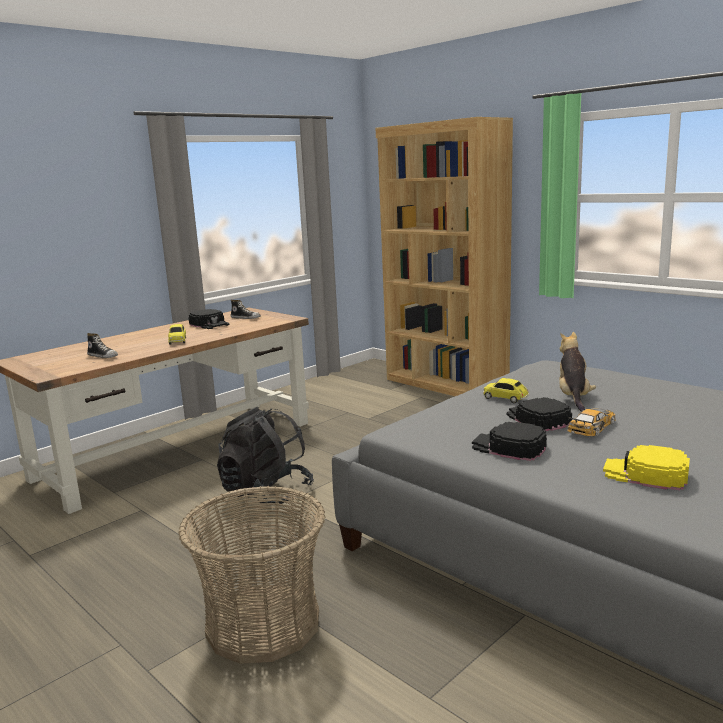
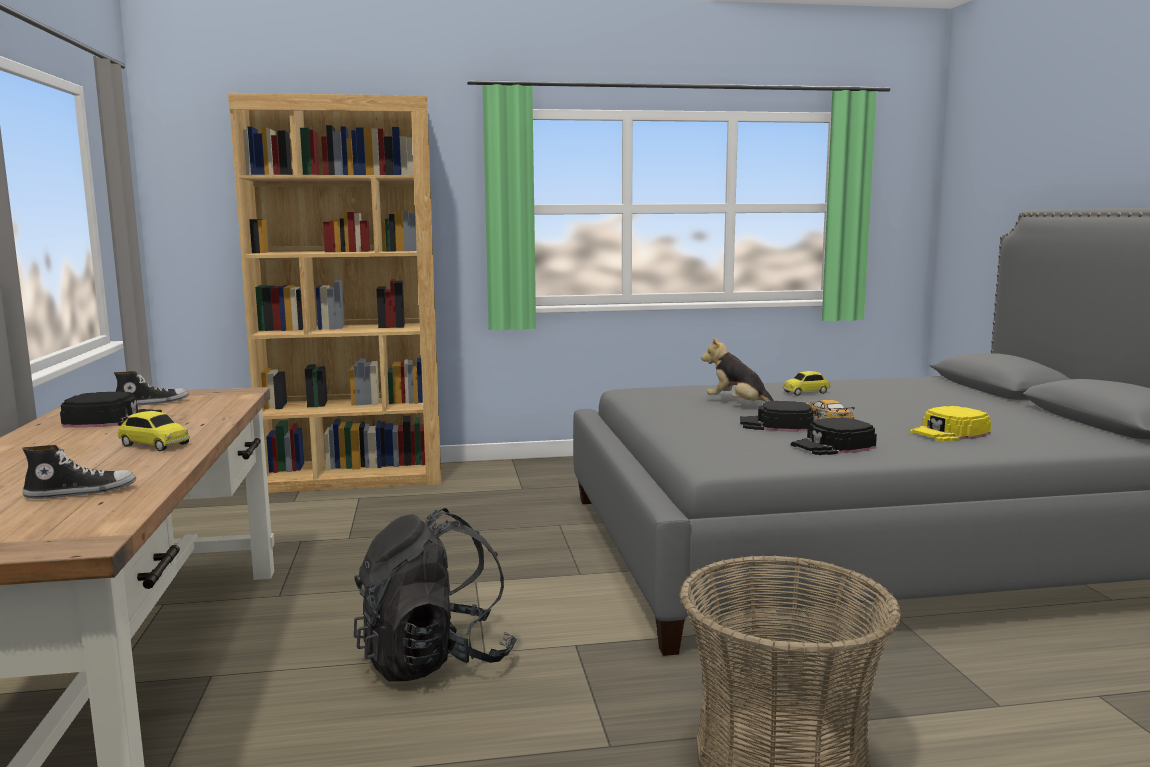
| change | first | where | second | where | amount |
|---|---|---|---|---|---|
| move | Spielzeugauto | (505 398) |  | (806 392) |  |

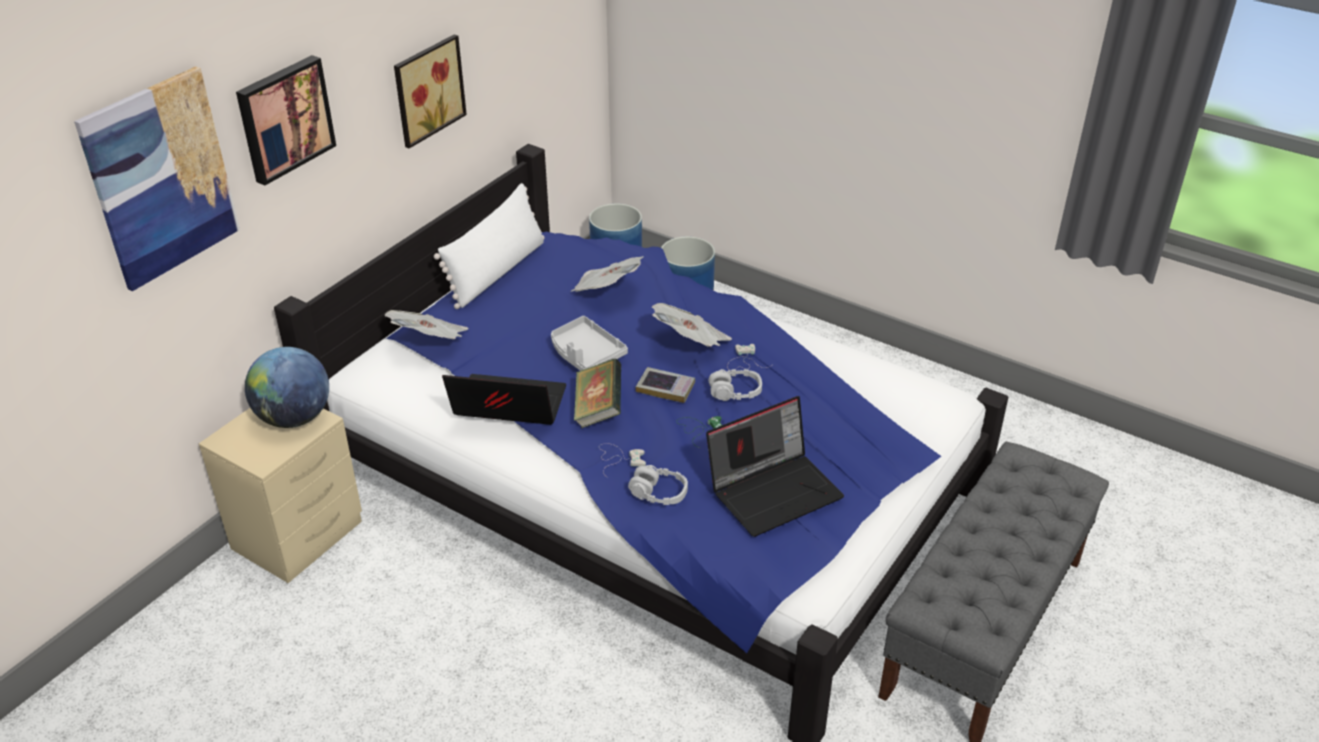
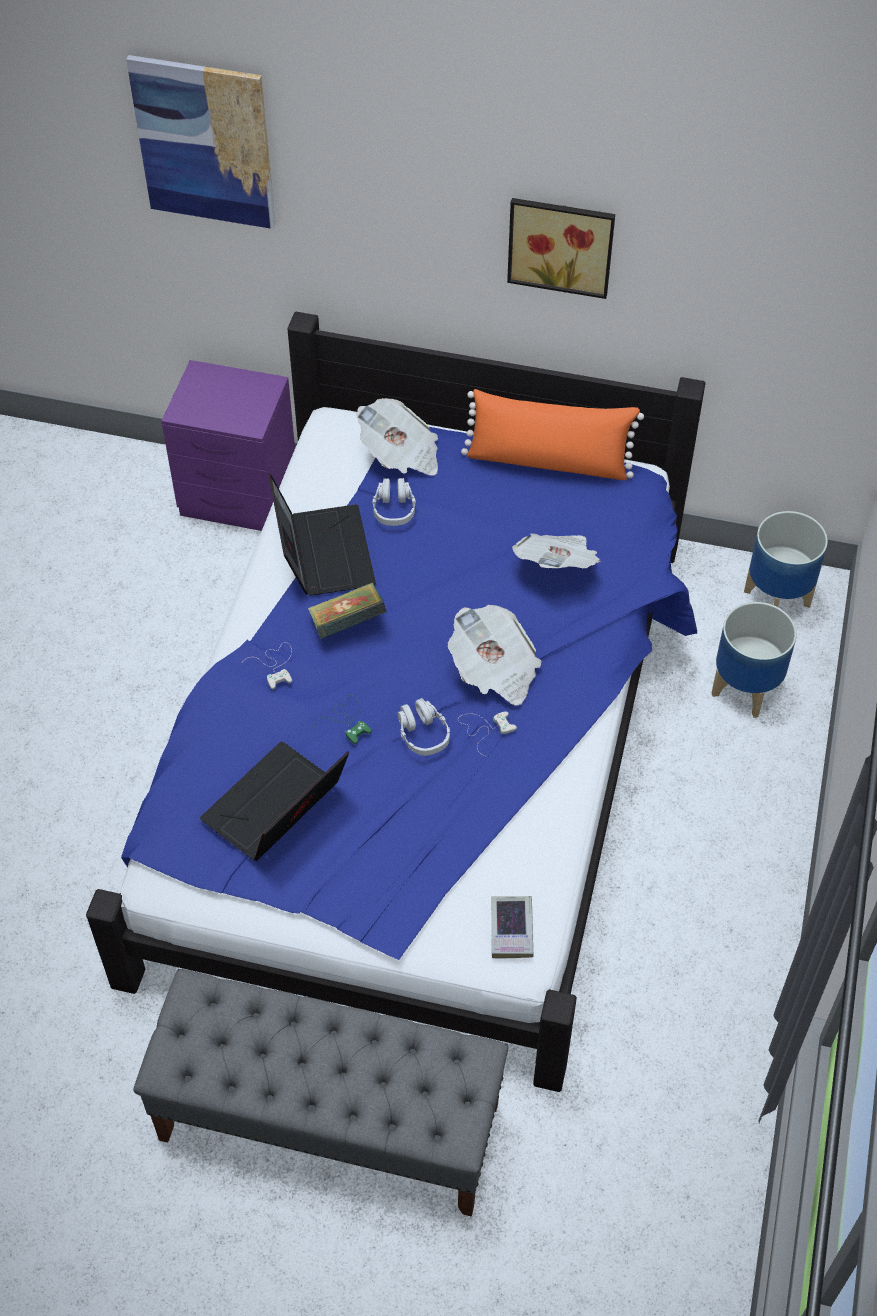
| change | first | where | second | where | amount |
|---|---|---|---|---|---|
| delete | Bild | (284 118) |  |  |  |
| recolor | Kissen (weiß) | (497 272) | Kissen (orange) | (548 461) |  |
| delete | Tablett (grau) | (585 354) |  |  |  |
| delete | Globus | (294 418) |  |  |  |
| move | Buch | (665 388) |  | (511 929) |  |
| rotate | Laptop | (774 490) |  | (276 810) | 90 degrees clockwise |
| recolor | Nachttisch (beige) | (301 535) | Nachttisch (lila) | (240 498) |  |
| move | Kopfhörer (grau) | (658 493) |  | (394 509) |  |

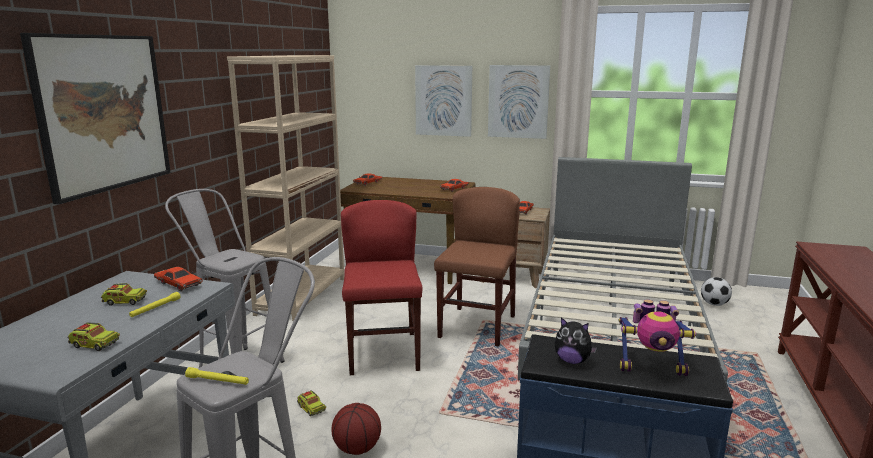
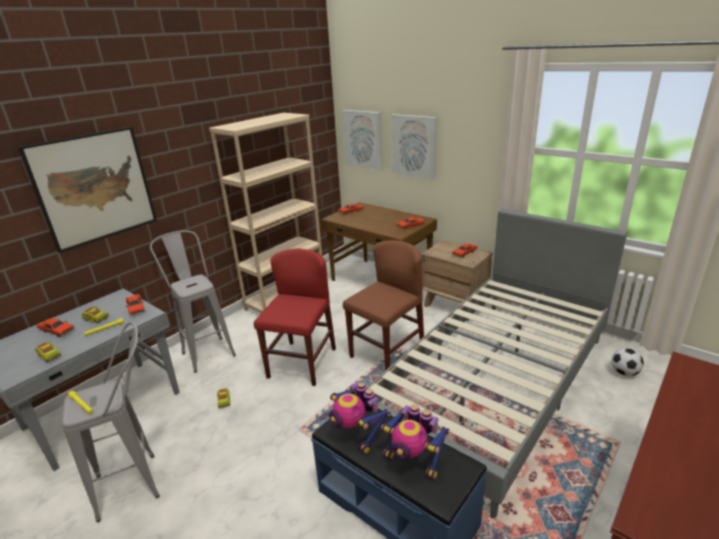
| change | first | where | second | where | amount |
|---|---|---|---|---|---|
| move | Bild | (518 101) |  | (363 139) |  |
| replace | Plüschtier | (572 361) | Spielzeugroboter | (357 434) |  |
| delete | Basketball | (357 448) |  |  |  |
| insert |  |  | Spielzeugauto (rot) | (57 331) |  |

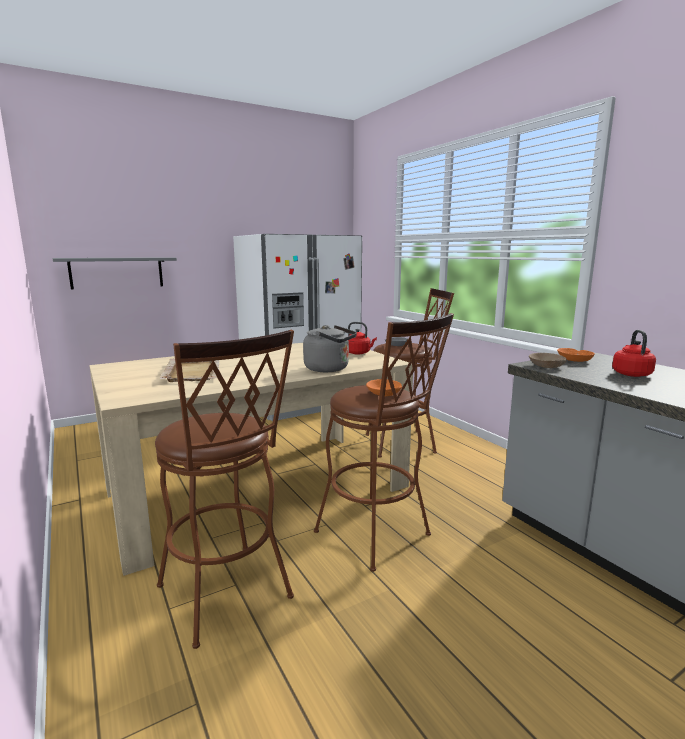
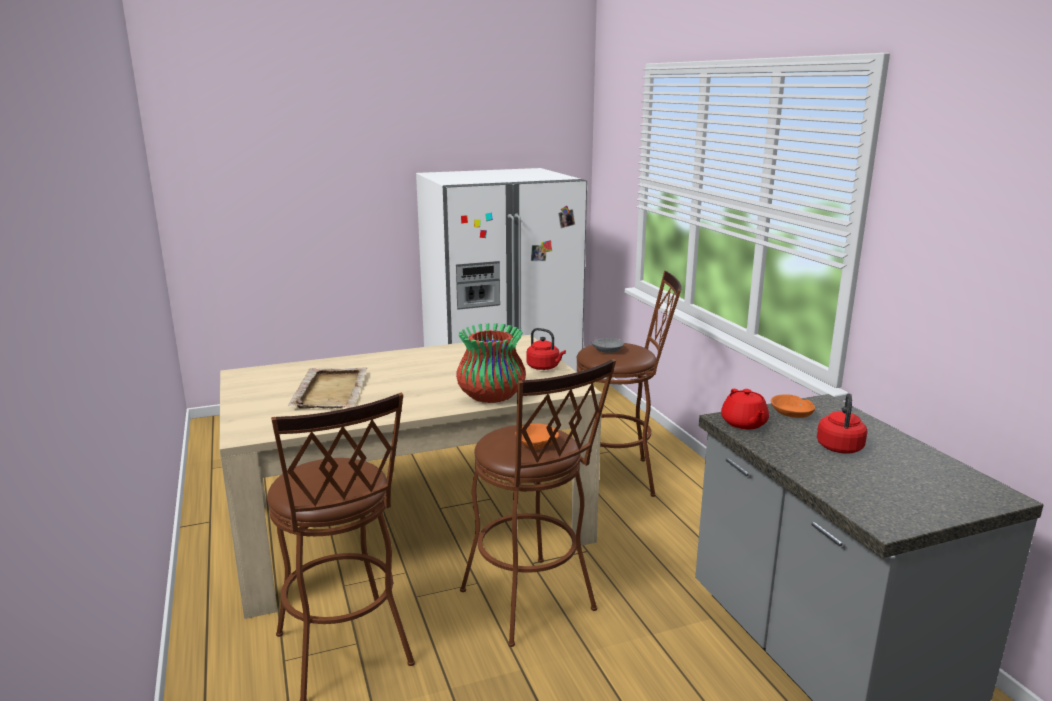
| change | first | where | second | where | amount |
|---|---|---|---|---|---|
| delete | Wandregal (grau) | (117 272) |  |  |  |
| replace | Wasserkessel (grau) | (329 369) | Vase | (491 397) |  |
| replace | Schüssel (beige) | (546 366) | Teekanne (rot) | (744 423) |  |

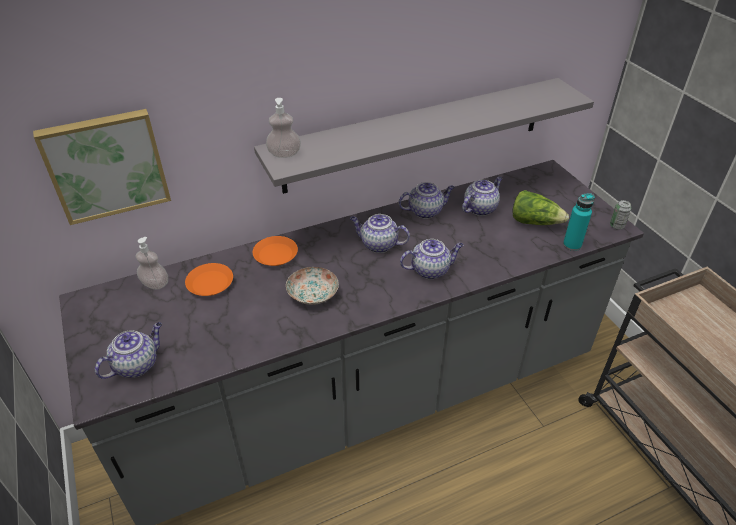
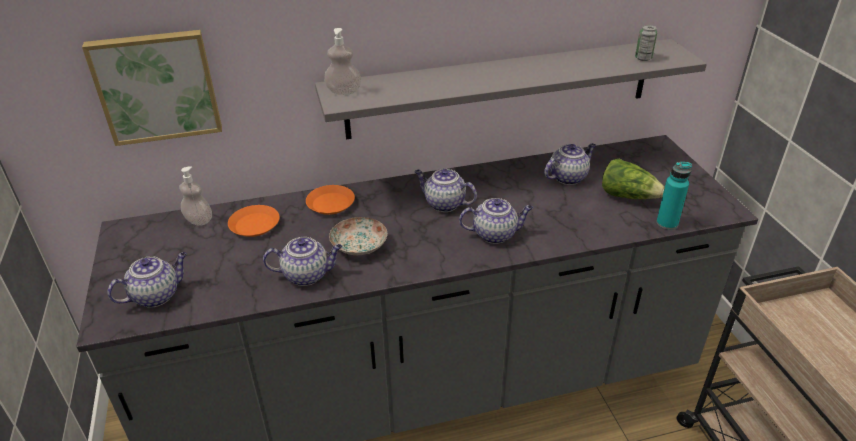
| change | first | where | second | where | amount |
|---|---|---|---|---|---|
| move | Teekanne | (425 211) |  | (307 275) |  |
| move | Dose | (616 226) |  | (643 58) |  |

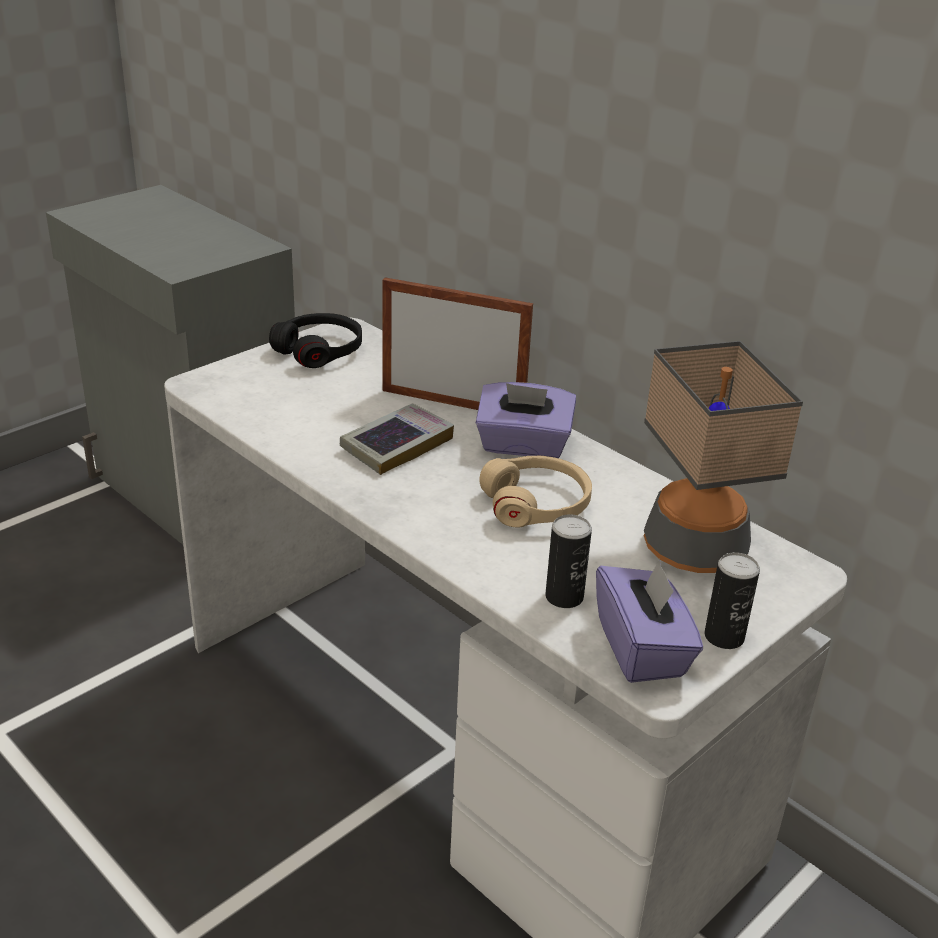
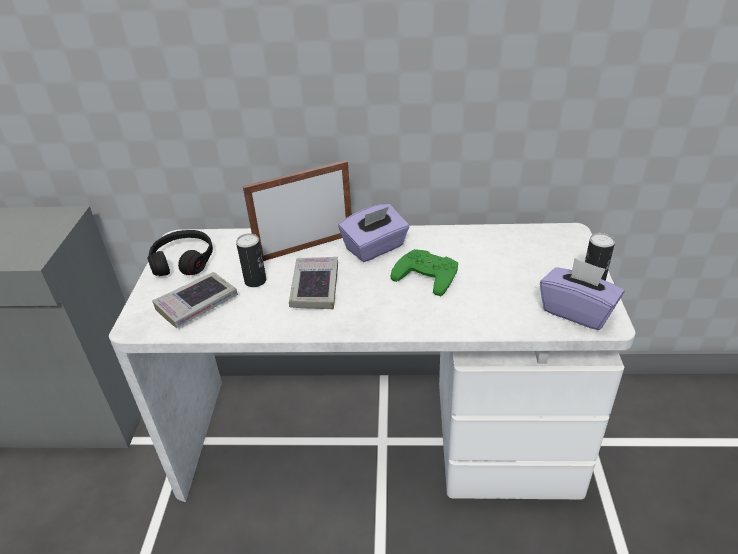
| change | first | where | second | where | amount |
|---|---|---|---|---|---|
| delete | Tischlampe | (694 550) |  |  |  |
| replace | Kopfhörer (beige) | (536 504) | Gamepad (grün) | (428 274) |  |
| move | Dose | (564 597) |  | (255 281) |  |
| insert |  |  | Buch | (197 304) |  |

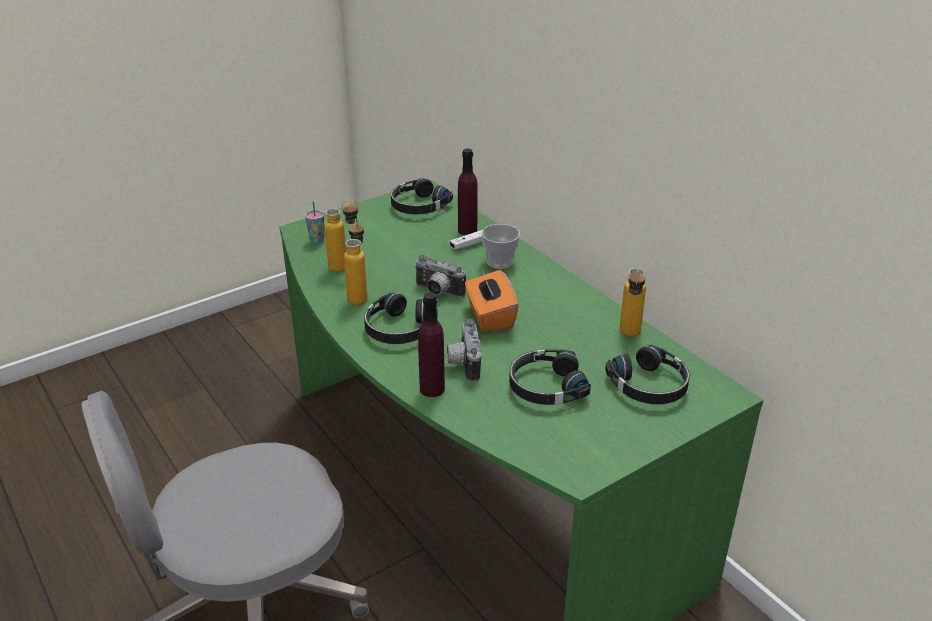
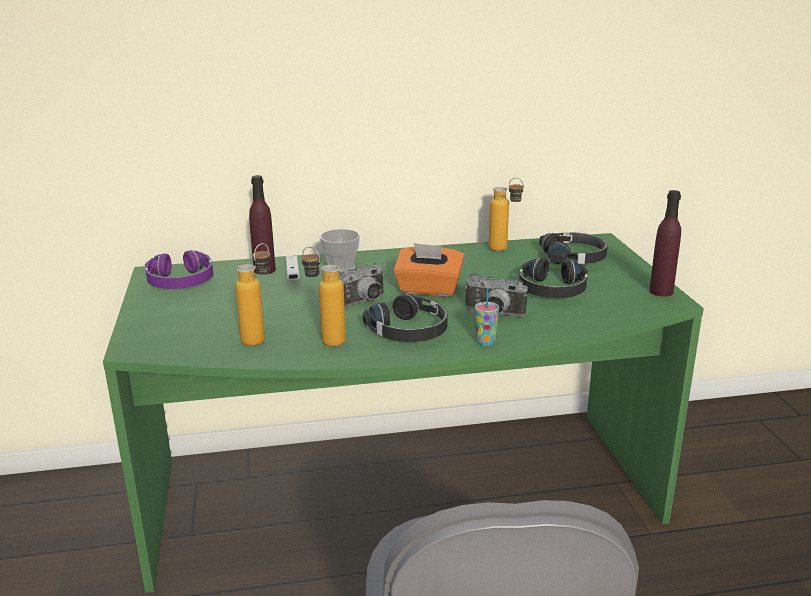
| change | first | where | second | where | amount |
|---|---|---|---|---|---|
| recolor | Kopfhörer (schwarz) | (418 206) | Kopfhörer (lila) | (181 281) |  |
| move | Tasse | (317 240) |  | (485 342) |  |
| move | Flasche (lila) | (432 389) |  | (661 291) |  |

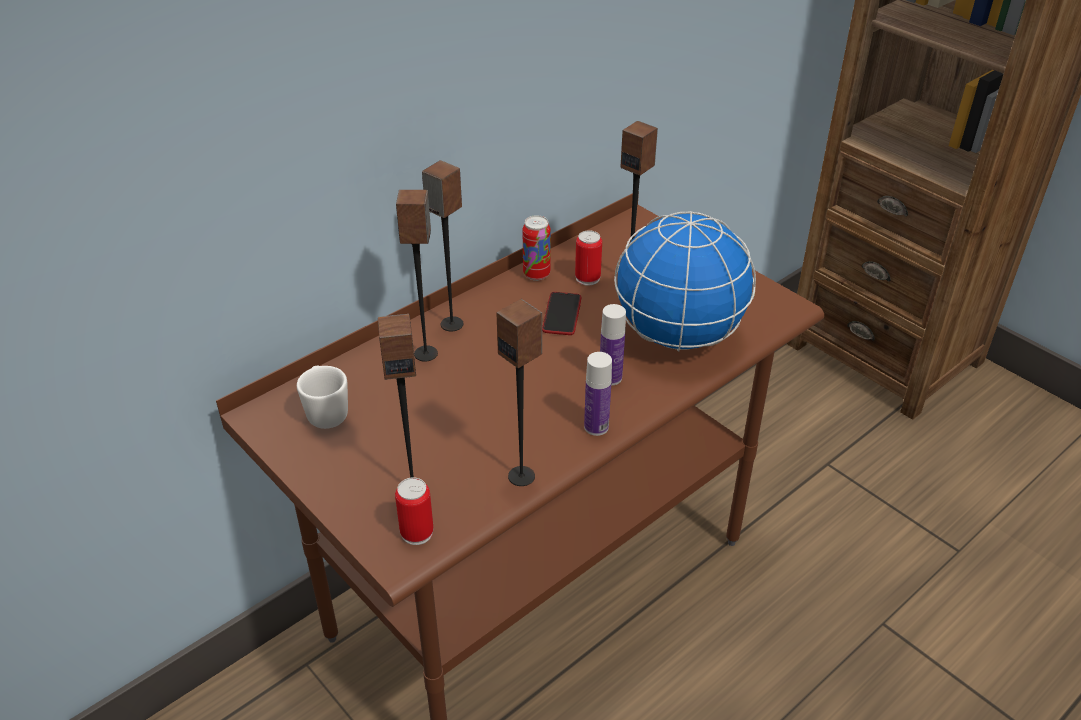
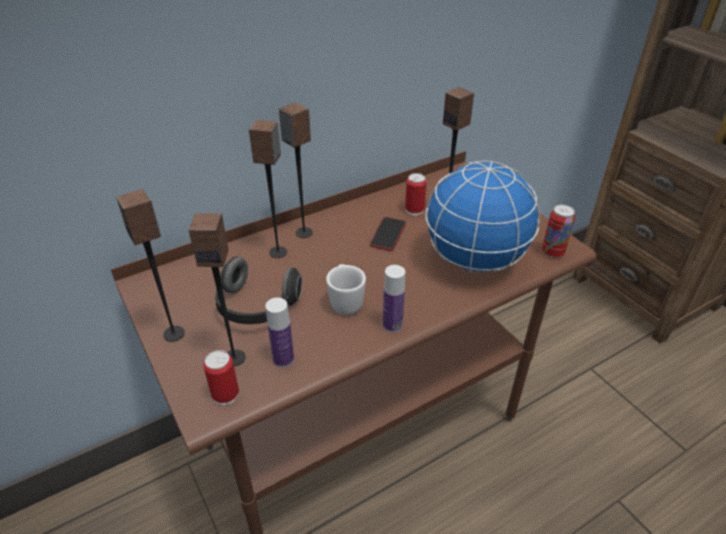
| change | first | where | second | where | amount |
|---|---|---|---|---|---|
| move | Dose | (536 274) |  | (552 252) |  |
| move | Lautsprecher | (522 476) |  | (174 333) |  |
| move | Flasche | (610 377) |  | (283 359) |  |
| move | Henkelbecher (weiß) | (326 412) |  | (345 301) |  |
| insert |  |  | Kopfhörer | (256 307) |  |

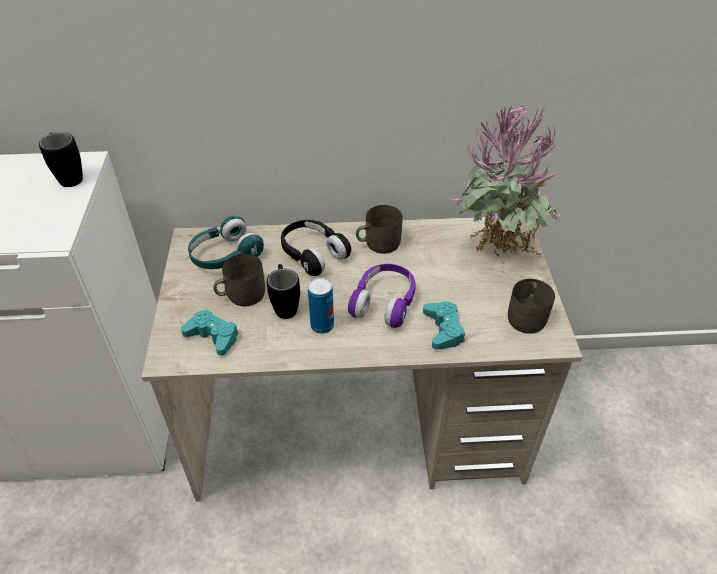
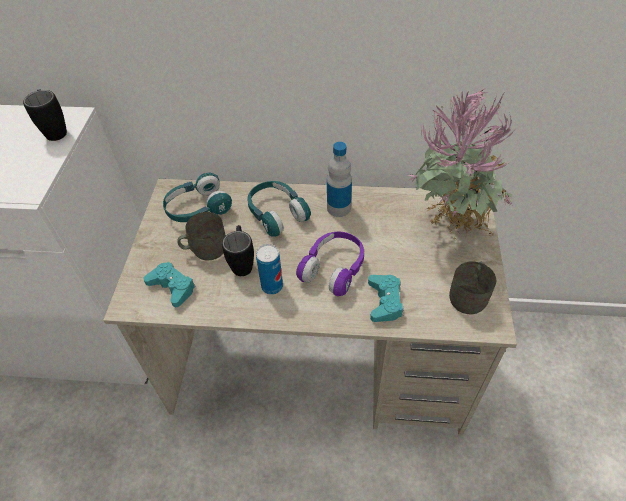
| change | first | where | second | where | amount |
|---|---|---|---|---|---|
| replace | Henkelbecher (grau) | (378 243) | Flasche | (338 208) |  |
| recolor | Kopfhörer (schwarz) | (313 254) | Kopfhörer (türkis) | (277 214) |  |

